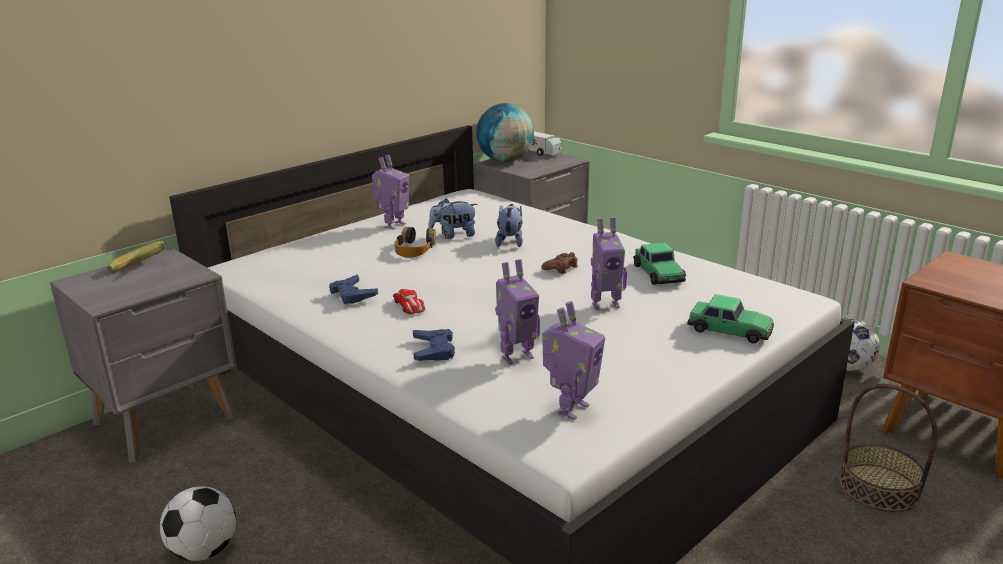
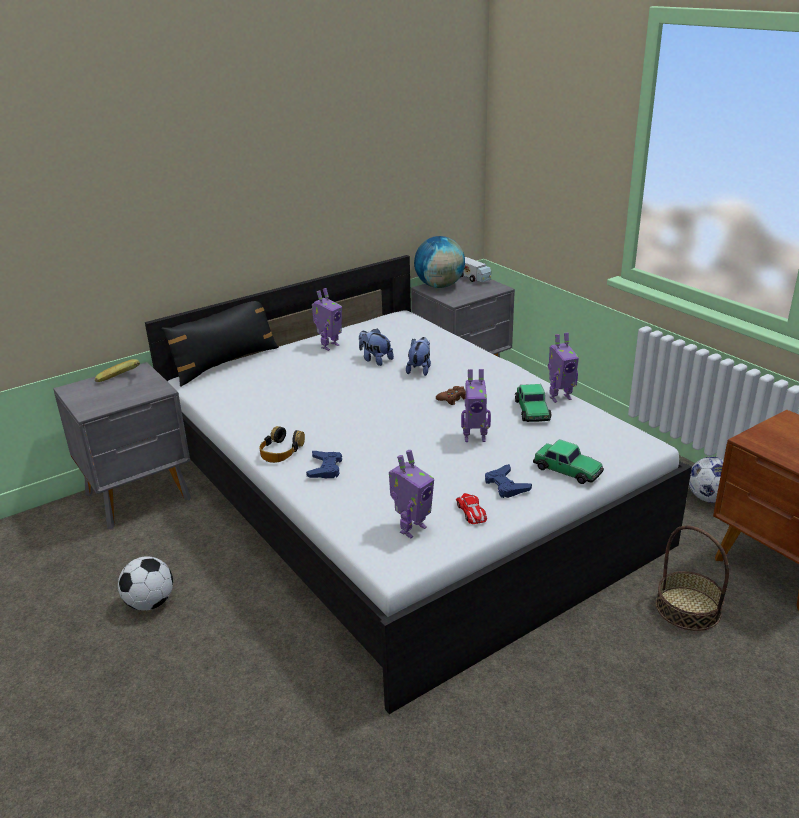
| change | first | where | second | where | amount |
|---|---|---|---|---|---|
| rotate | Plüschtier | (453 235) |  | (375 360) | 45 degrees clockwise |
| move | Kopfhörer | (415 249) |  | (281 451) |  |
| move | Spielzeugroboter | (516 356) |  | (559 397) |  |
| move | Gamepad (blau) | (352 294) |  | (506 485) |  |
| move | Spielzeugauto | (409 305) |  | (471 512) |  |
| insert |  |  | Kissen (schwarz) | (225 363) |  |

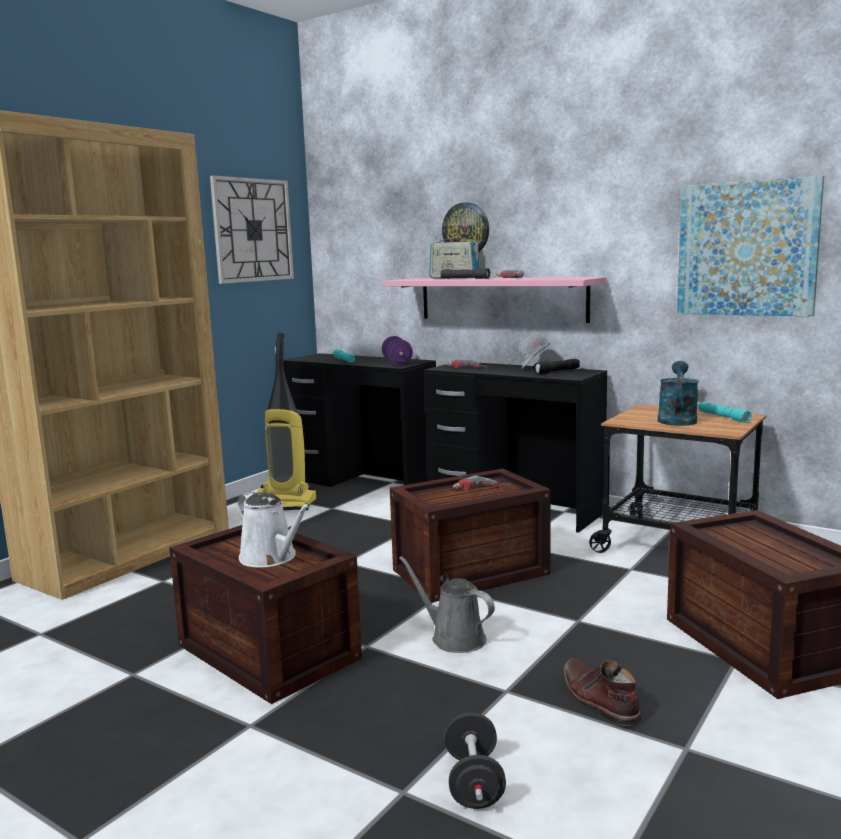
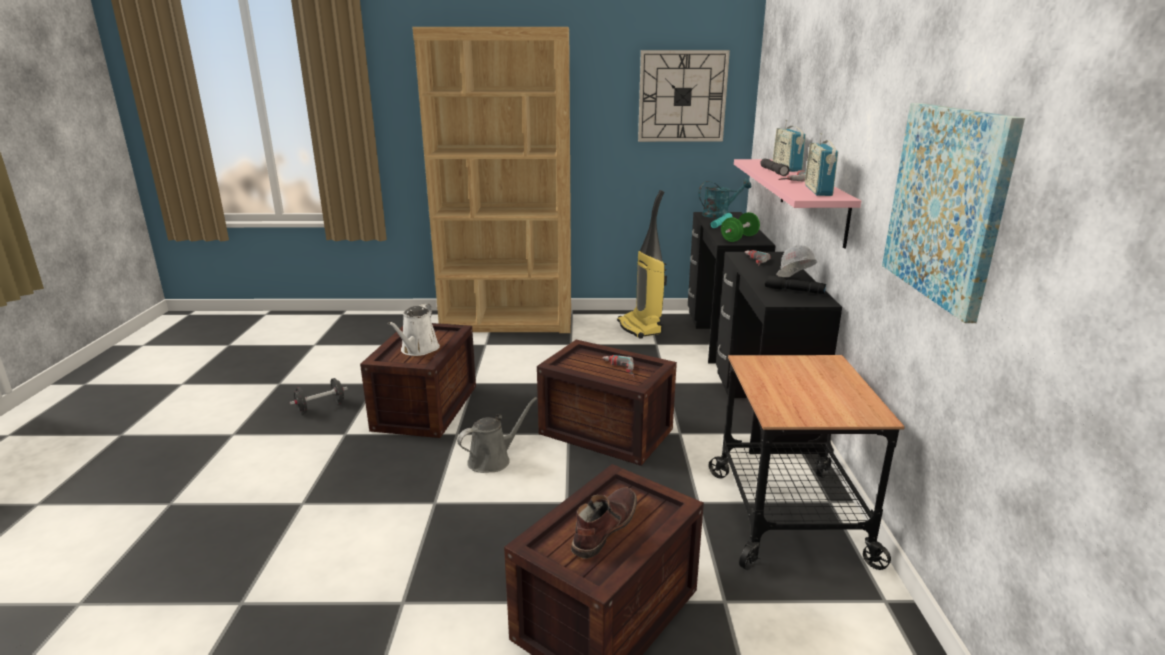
| change | first | where | second | where | amount |
|---|---|---|---|---|---|
| delete | Wanduhr | (466 229) |  |  |  |
| recolor | Hantel (lila) | (397 362) | Hantel (grün) | (739 238) |  |
| move | Gießkanne (türkis) | (676 419) |  | (720 214) |  |
| delete | Taschenlampe (türkis) | (723 417) |  |  |  |
| rotate | Gießkanne (grau) | (453 638) |  | (493 460) | 45 degrees clockwise |
| move | Stiefel (braun) | (598 700) |  | (603 528) |  |
| move | Hantel (schwarz) | (474 782) |  | (321 407) |  |
| insert |  |  | Radio | (818 190) |  |

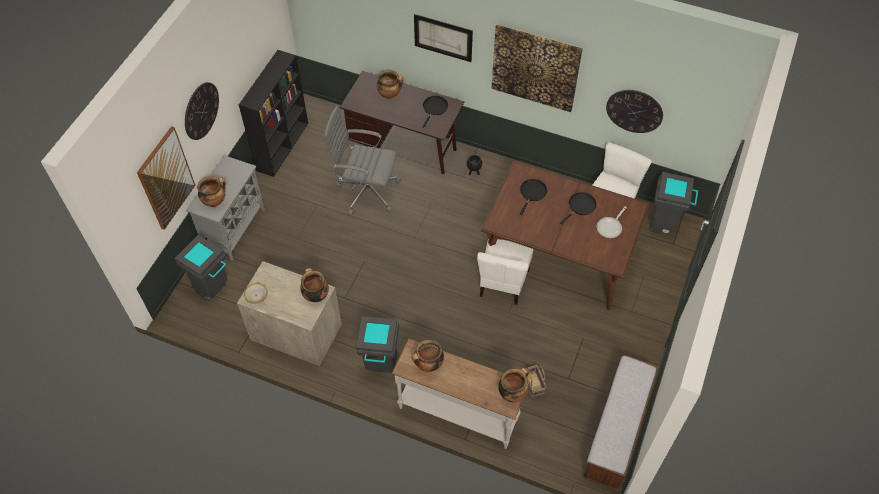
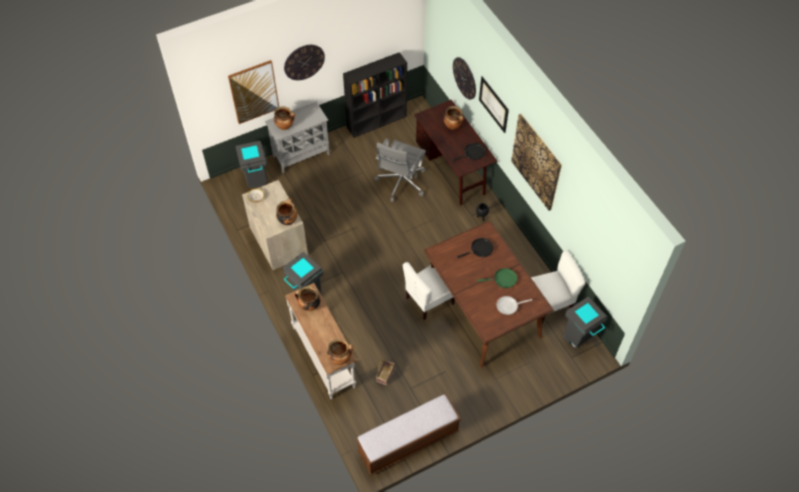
| change | first | where | second | where | amount |
|---|---|---|---|---|---|
| move | Wanduhr | (634 111) |  | (464 78) |  |
| rotate | Bürostuhl (grau) | (366 190) |  | (400 183) | 120 degrees counterclockwise |
| recolor | Pfanne (schwarz) | (580 206) | Pfanne (grün) | (503 279) |  |

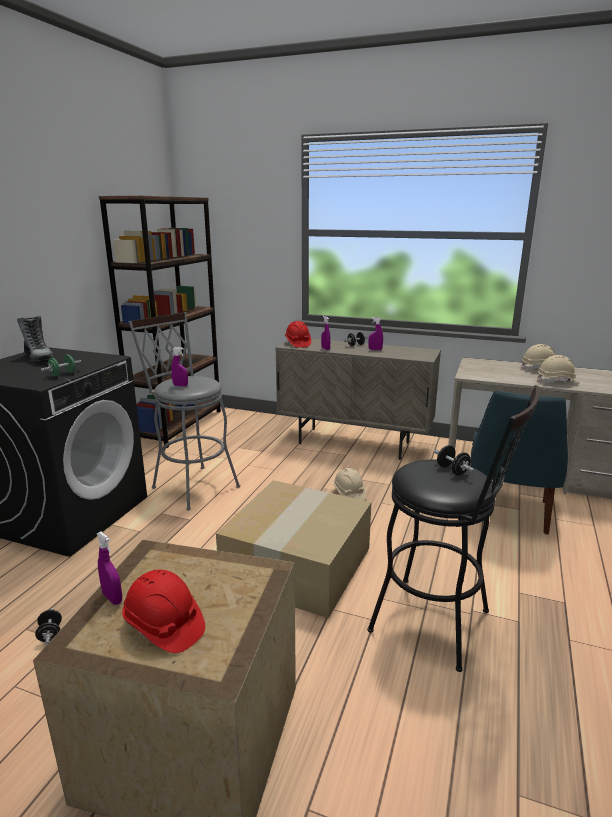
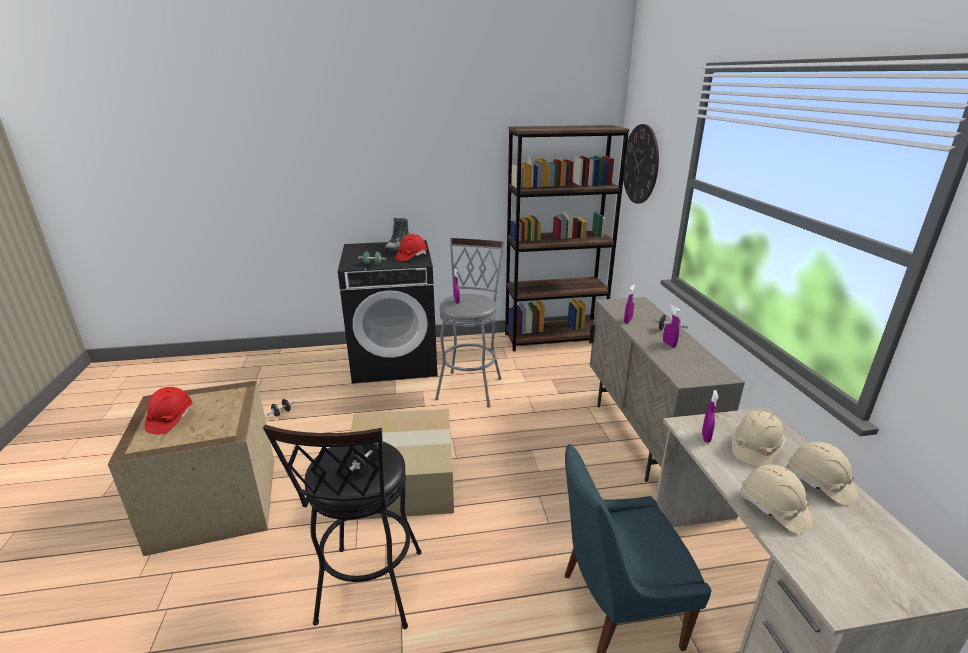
| change | first | where | second | where | amount |
|---|---|---|---|---|---|
| move | Schutzhelm (rot) | (297 343) |  | (411 256) |  |
| move | Schutzhelm (beige) | (349 493) |  | (754 448) |  |
| move | Sprühflasche (lila) | (112 598) |  | (706 437) |  |
| insert |  |  | Wanduhr | (640 164) |  |

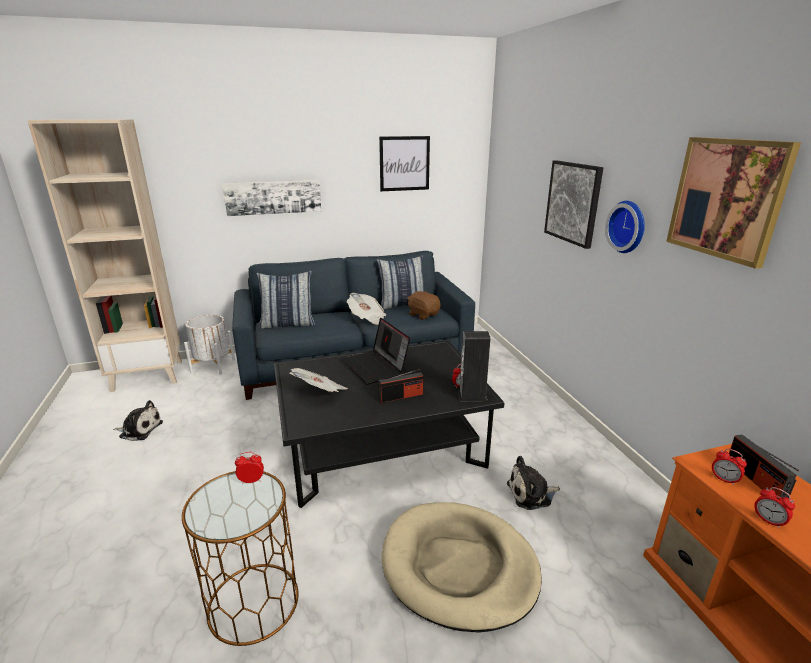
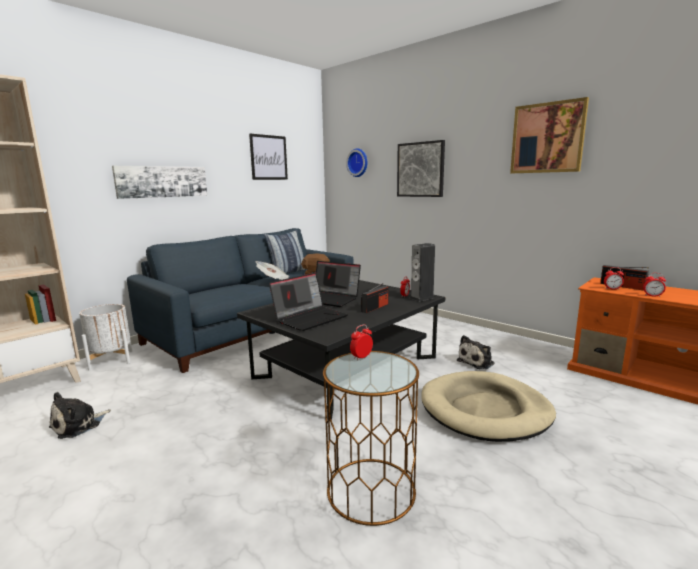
| change | first | where | second | where | amount |
|---|---|---|---|---|---|
| move | Wanduhr | (628 226) |  | (358 162) |  |
| delete | Kissen | (288 324) |  |  |  |
| replace | Zeitung | (320 393) | Laptop | (310 318) |  |
| rotate | Plüschtier | (139 429) |  | (79 425) | 150 degrees clockwise |

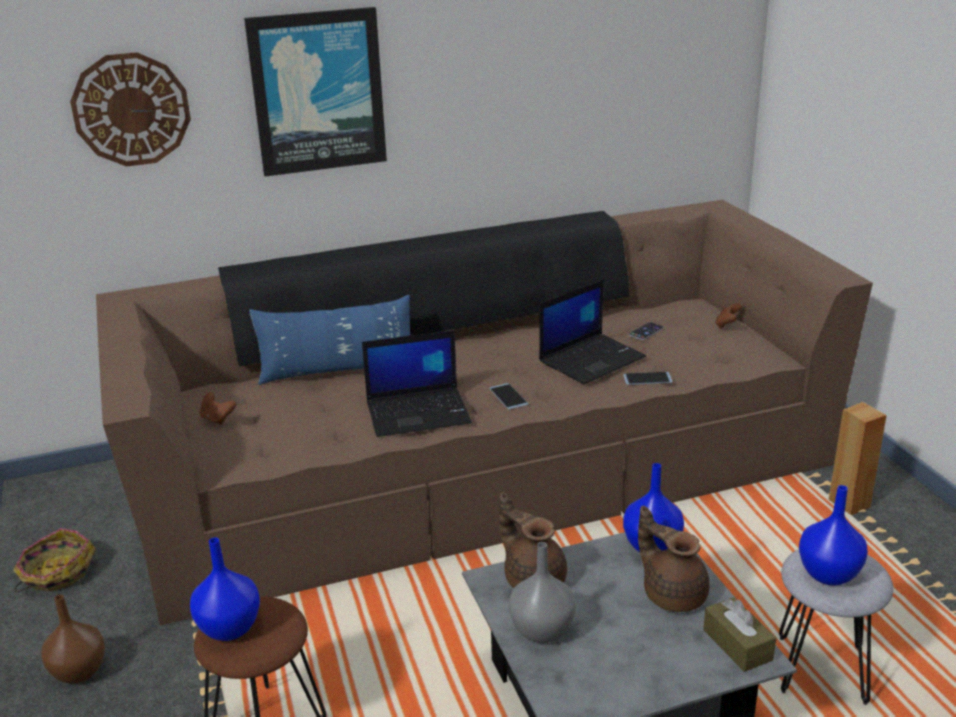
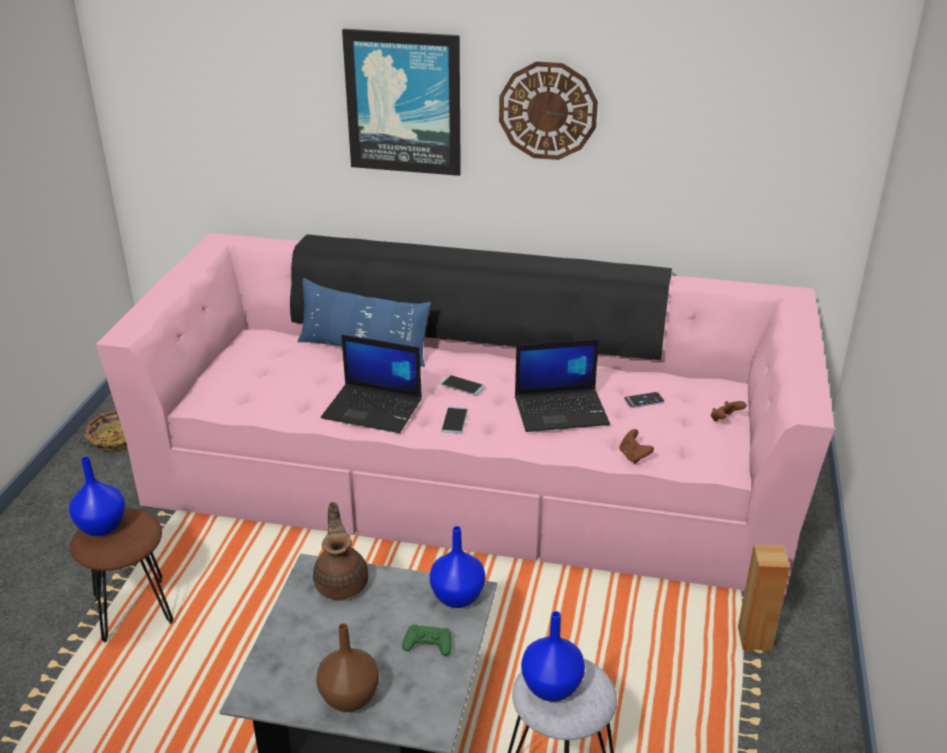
| change | first | where | second | where | amount |
|---|---|---|---|---|---|
| move | Wanduhr | (131 109) |  | (548 111) |  |
| recolor | Sofa (braun) | (482 461) | Sofa (rosa) | (474 467) |  |
| move | Handy | (647 379) |  | (462 385) |  |
| move | Gamepad (braun) | (217 419) |  | (633 456) |  |
| replace | Teekanne (braun) | (672 594) | Gamepad (grün) | (428 644) |  |
| delete | Vase (grau) | (541 630) |  |  |  |
| move | Vase (braun) | (79 672) |  | (349 699) |  |
| delete | Taschentuchbox (braun) | (737 645) |  |  |  |

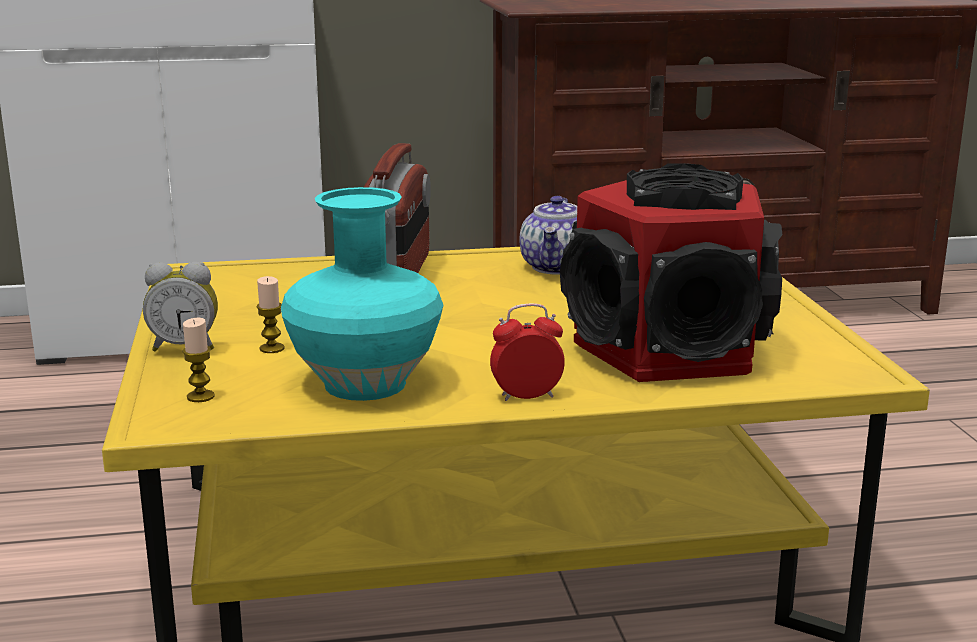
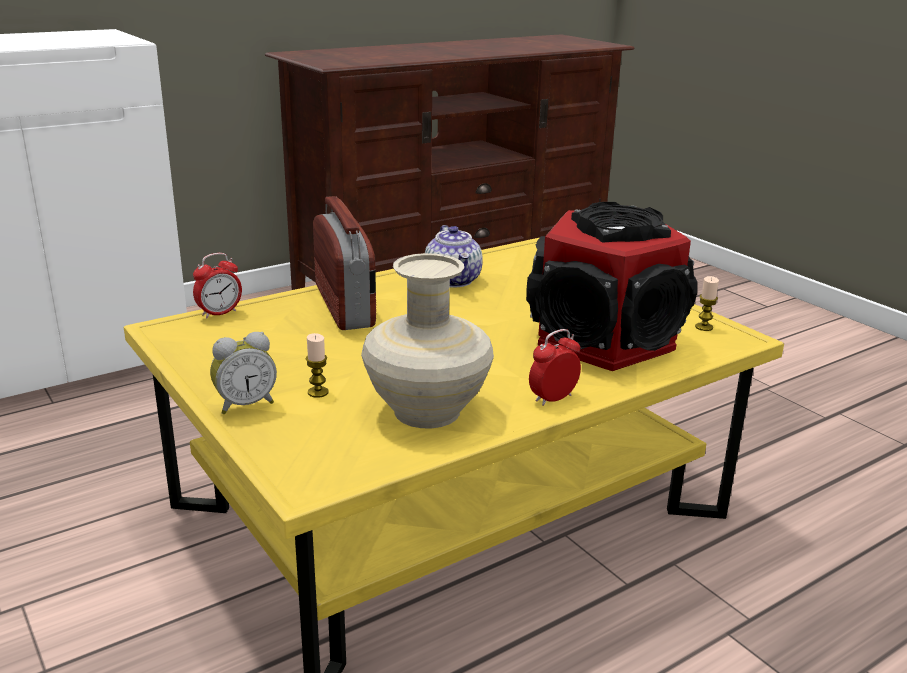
| change | first | where | second | where | amount |
|---|---|---|---|---|---|
| recolor | Vase (türkis) | (363 384) | Vase (beige) | (425 411) |  |
| move | Kerze | (200 397) |  | (704 327) |  |
| insert |  |  | Wecker | (219 313) |  |

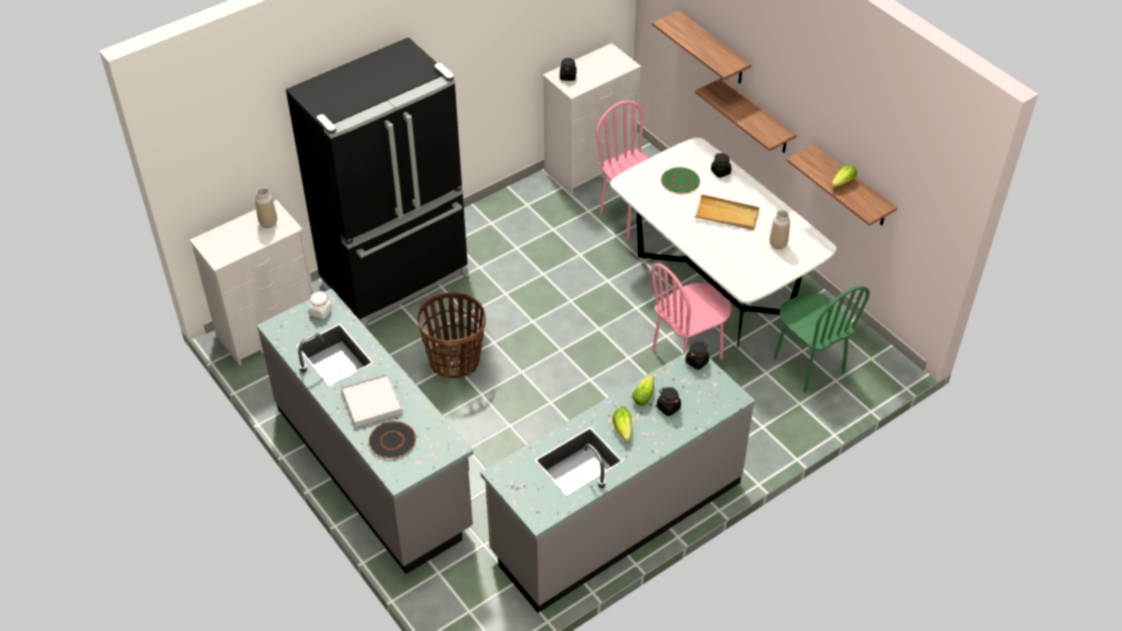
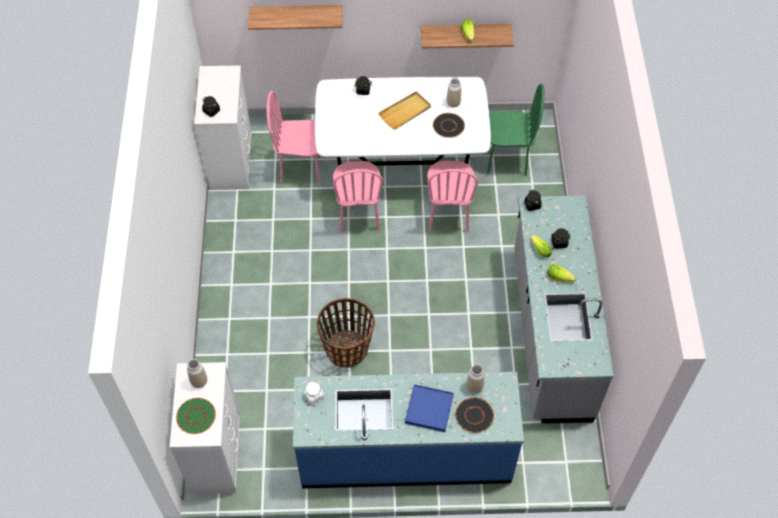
| change | first | where | second | where | amount |
|---|---|---|---|---|---|
| delete | Kühlschrank (schwarz) | (397 278) |  |  |  |
| delete | Wandregal | (756 117) |  |  |  |
| move | Teller (grün) | (680 181) |  | (196 416) |  |
| recolor | Küchenzeile (grau) | (373 468) | Küchenzeile (blau) | (405 453) |  |
| recolor | Tablett (weiß) | (372 402) | Tablett (blau) | (429 409) |  |
| insert |  |  | Teller (schwarz) | (448 126) |  |
| insert |  |  | Stuhl (rosa) | (358 215) |  |
| insert |  |  | Vase | (474 387) |  |

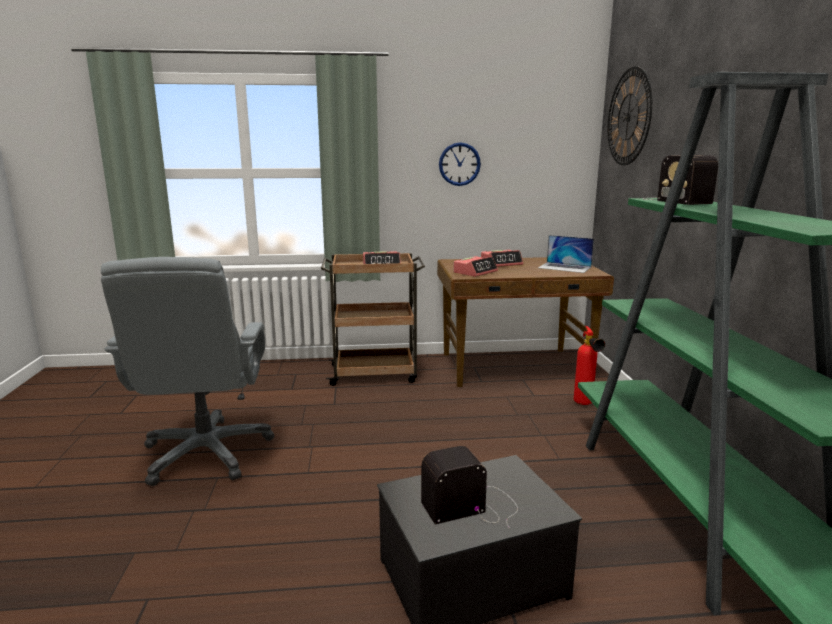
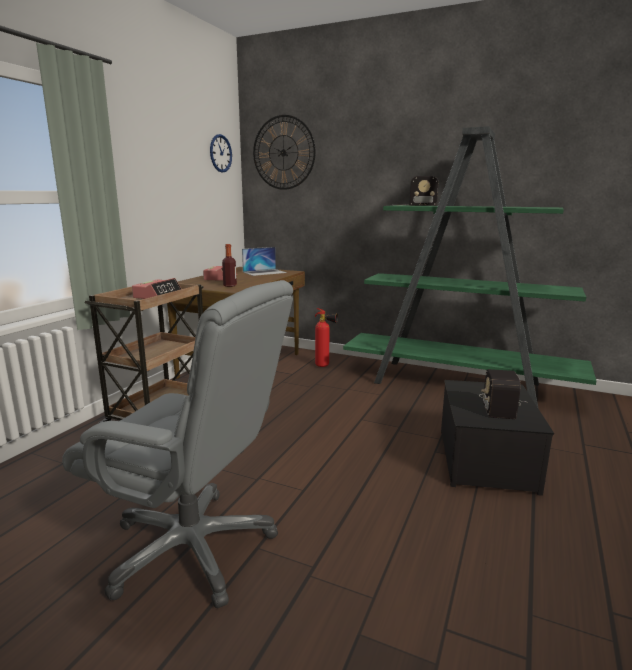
| change | first | where | second | where | amount |
|---|---|---|---|---|---|
| move | Wanduhr | (459 164) |  | (220 153) |  |
| replace | Wecker | (475 272) | Flasche | (230 285) |  |

